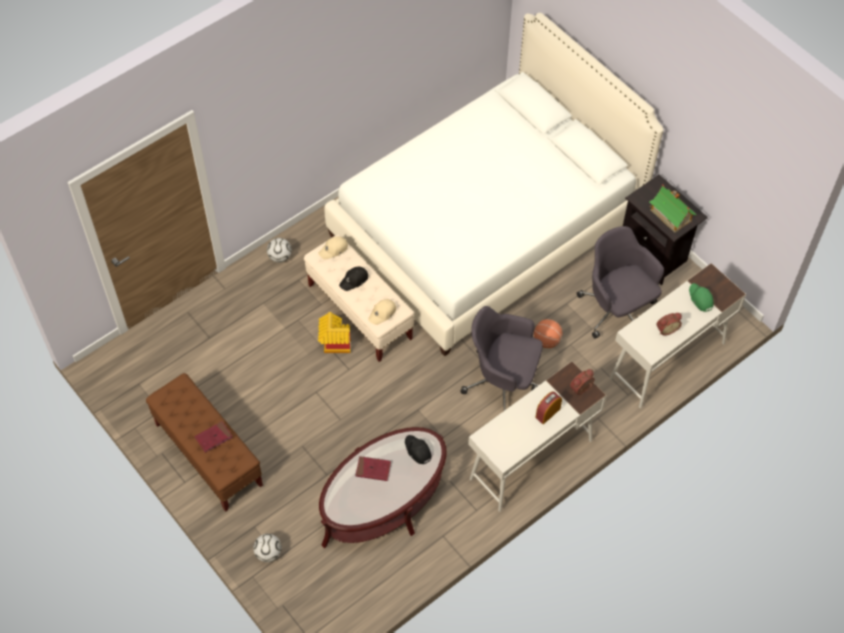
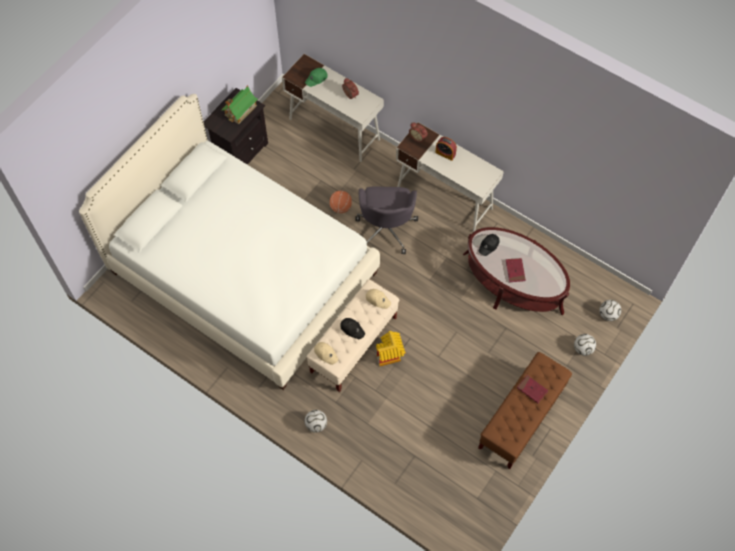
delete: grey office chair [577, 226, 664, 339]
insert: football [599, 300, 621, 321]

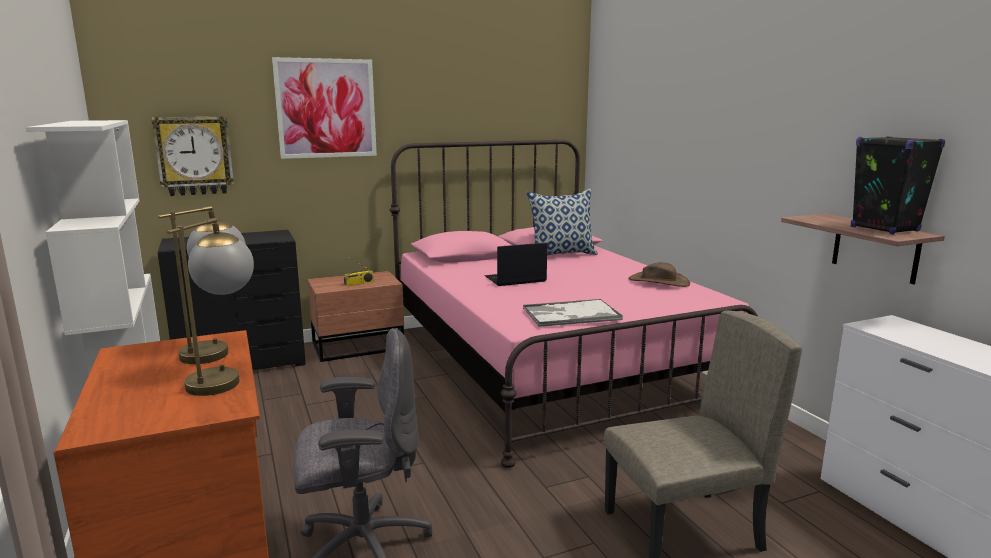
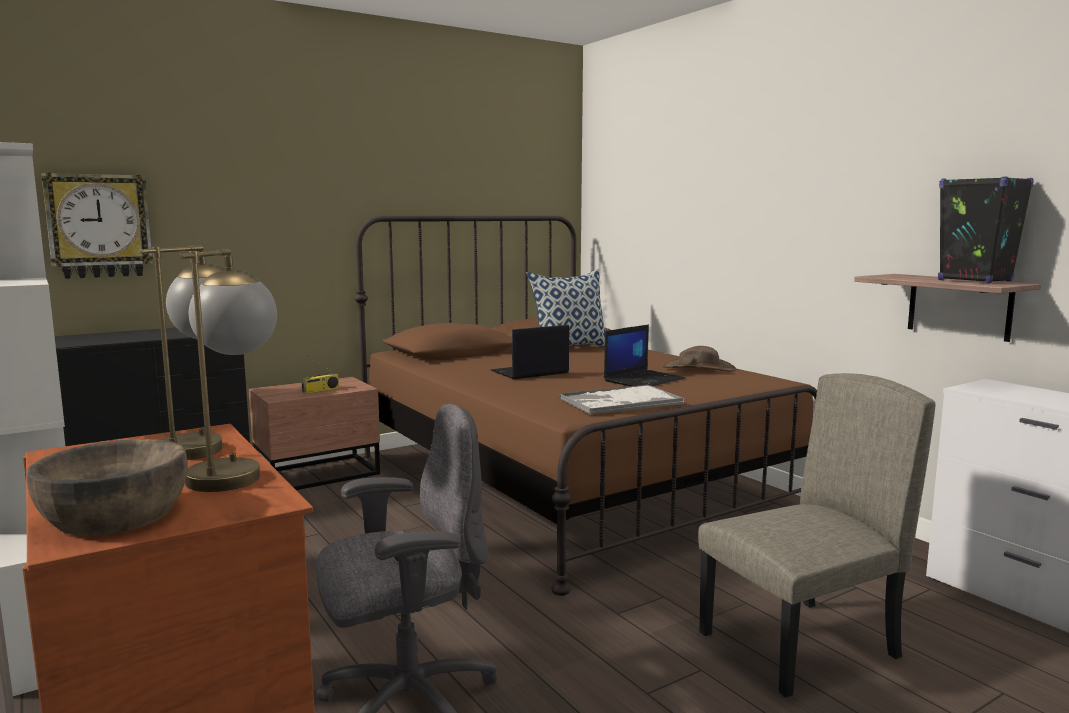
delete: picture [272, 57, 377, 159]
insert: brown bowl [27, 439, 187, 536]; laptop [604, 324, 685, 386]
recolor: pink bed [390, 140, 758, 468] to brown bed [354, 216, 817, 596]

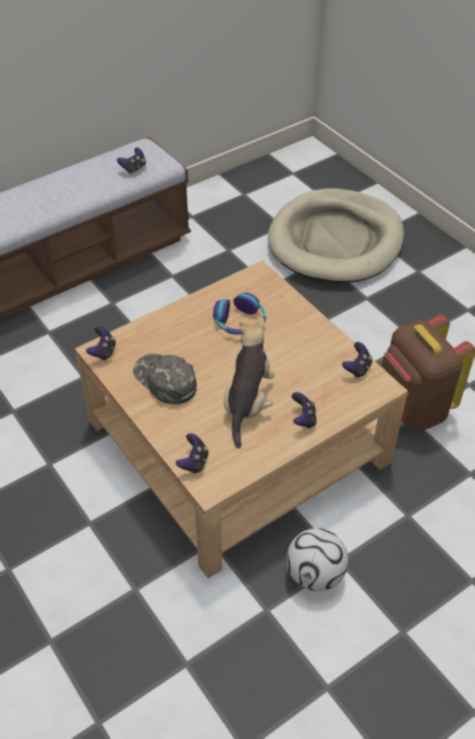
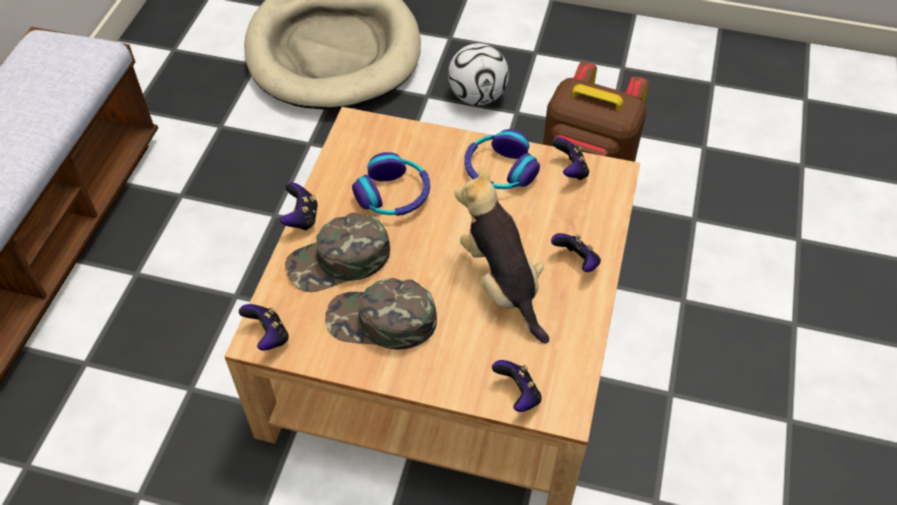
insert: green cap [285, 213, 390, 292]; headphones [464, 129, 540, 189]
move: game controller [117, 147, 146, 174] to [280, 183, 318, 231]; football [287, 528, 348, 591] to [448, 43, 509, 105]

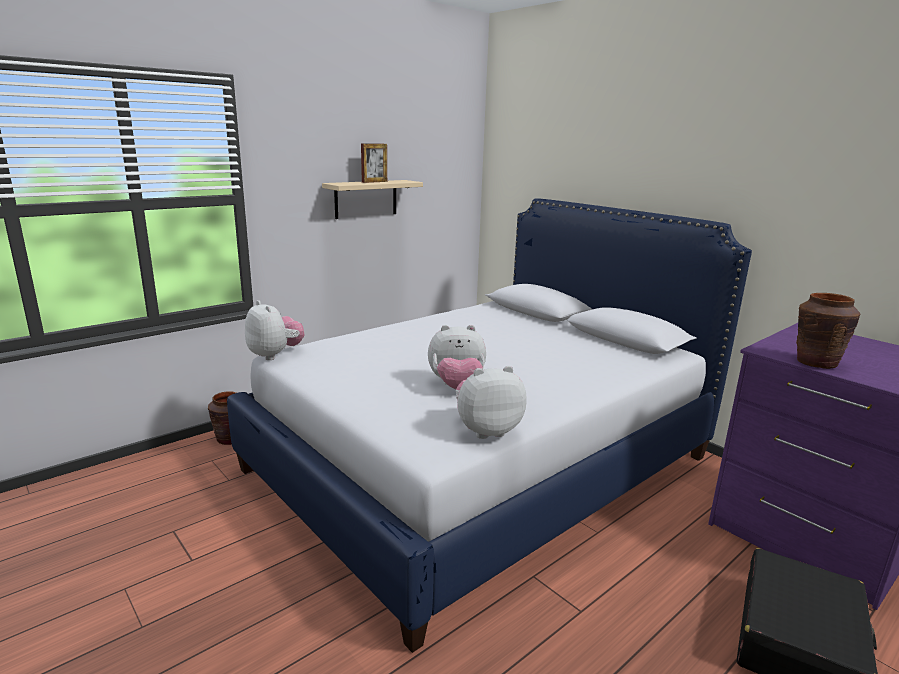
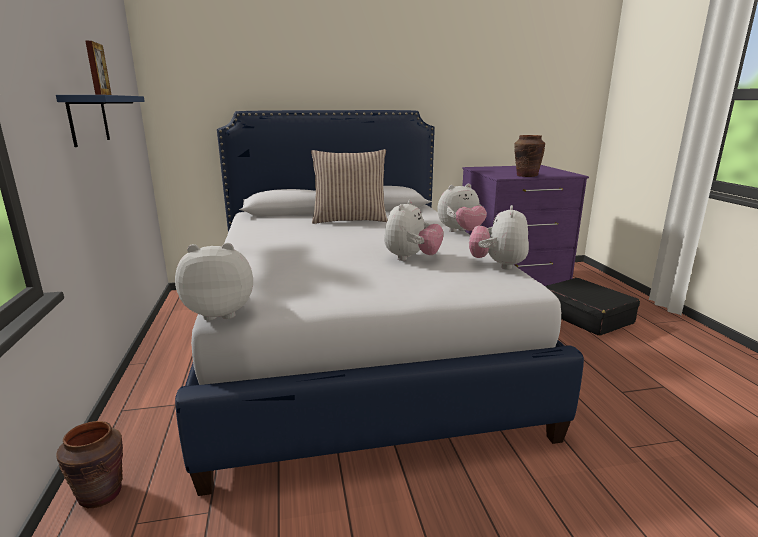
insert: pillow [311, 149, 387, 224]; plush toy [437, 184, 487, 232]
recolor: beige shelf [322, 180, 423, 219] to blue shelf [56, 95, 145, 147]

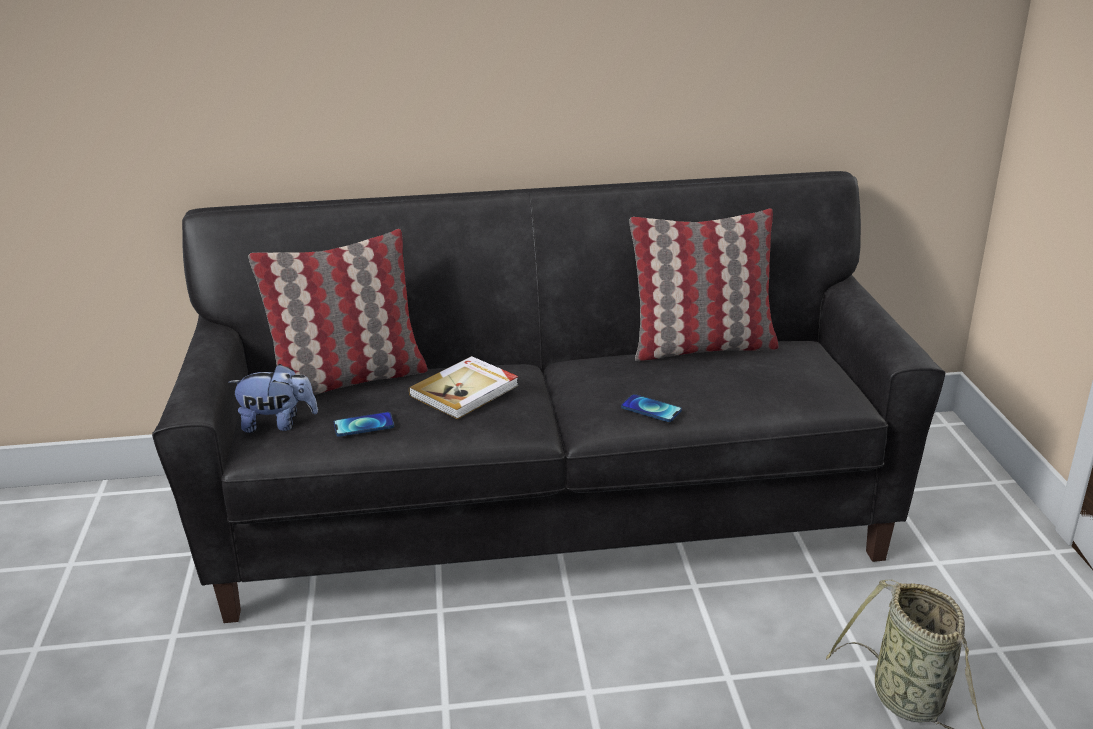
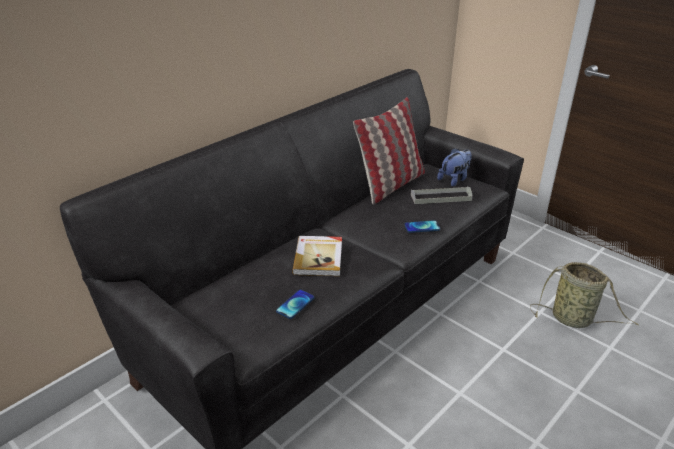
delete: pillow [249, 229, 428, 395]
insert: grey tray [411, 186, 473, 204]
move: plush toy [229, 364, 318, 433] to [437, 148, 472, 187]

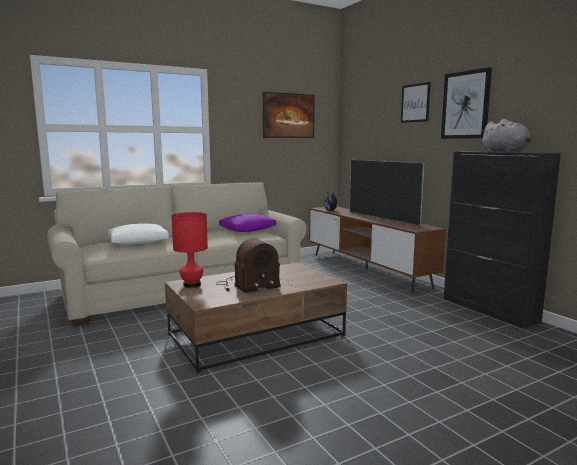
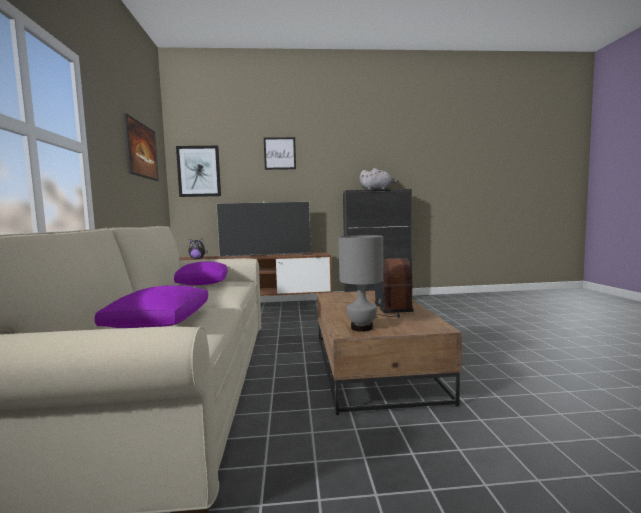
move: picture [441, 67, 492, 139] to [176, 146, 221, 197]
recolor: white pillow [108, 223, 169, 245] to purple pillow [95, 285, 208, 328]; red table lamp [171, 212, 208, 288] to grey table lamp [338, 235, 383, 332]

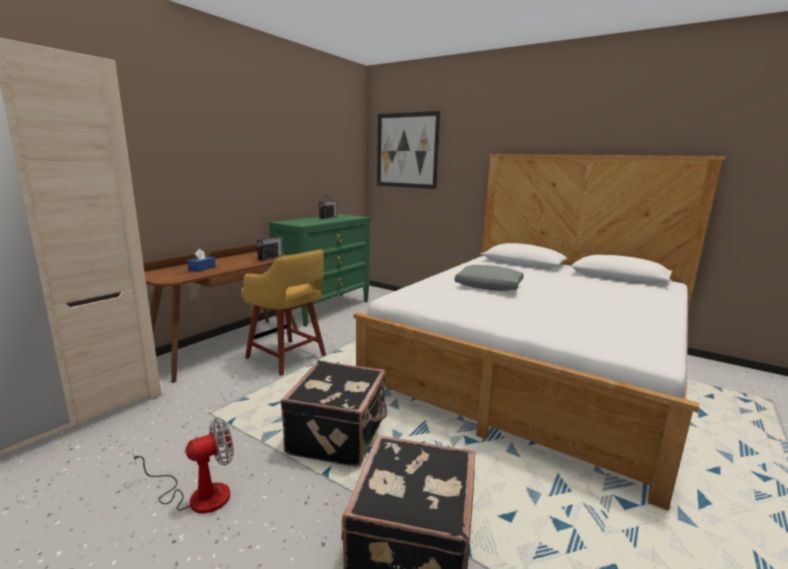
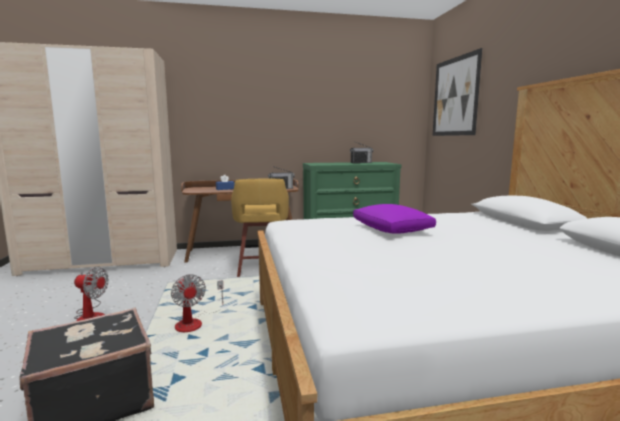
replace: black suitcase [280, 360, 387, 467] to fan [171, 274, 223, 332]
recolor: grey pillow [455, 265, 524, 291] to purple pillow [353, 204, 436, 234]

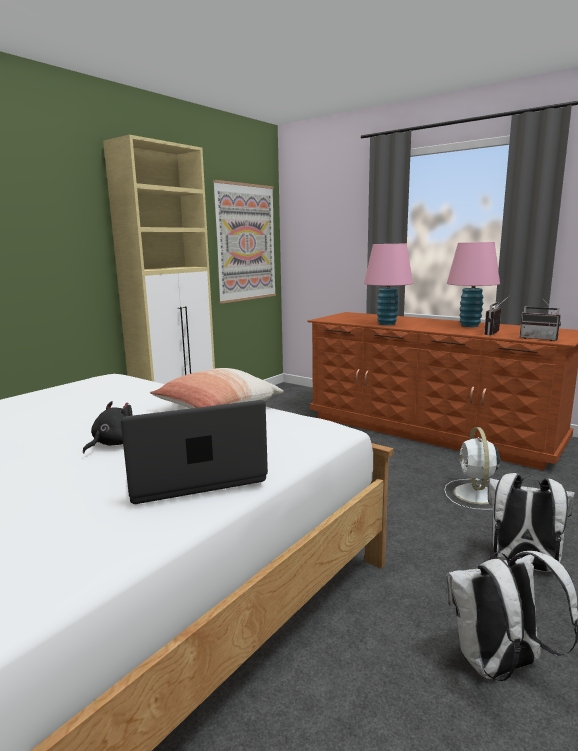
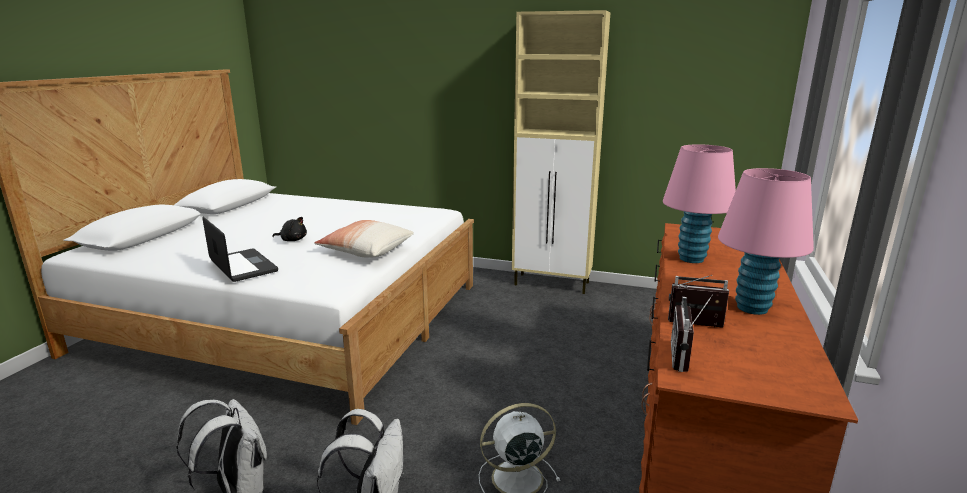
delete: picture [213, 180, 276, 304]

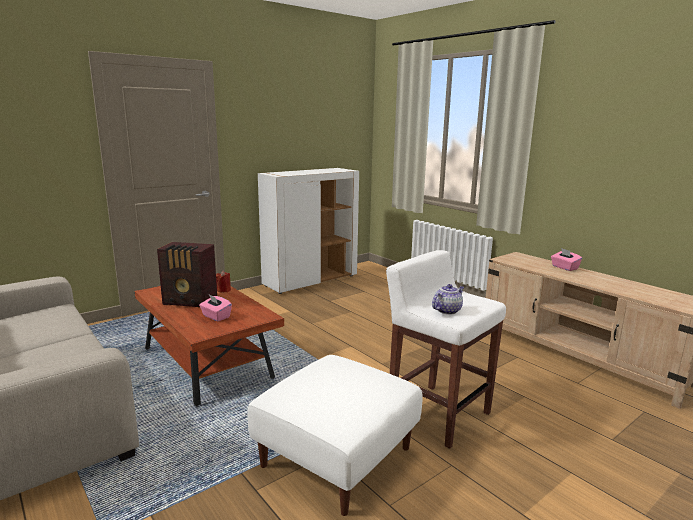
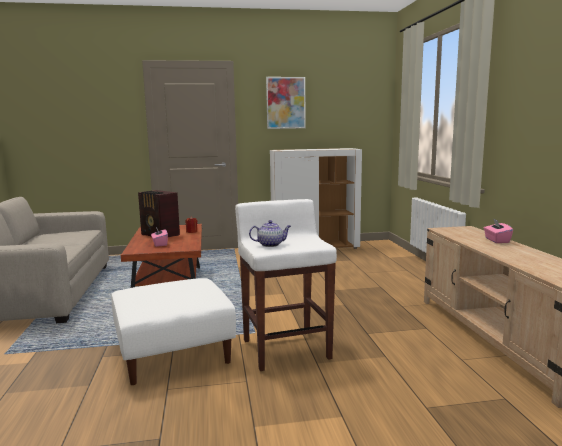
insert: picture [266, 77, 306, 129]

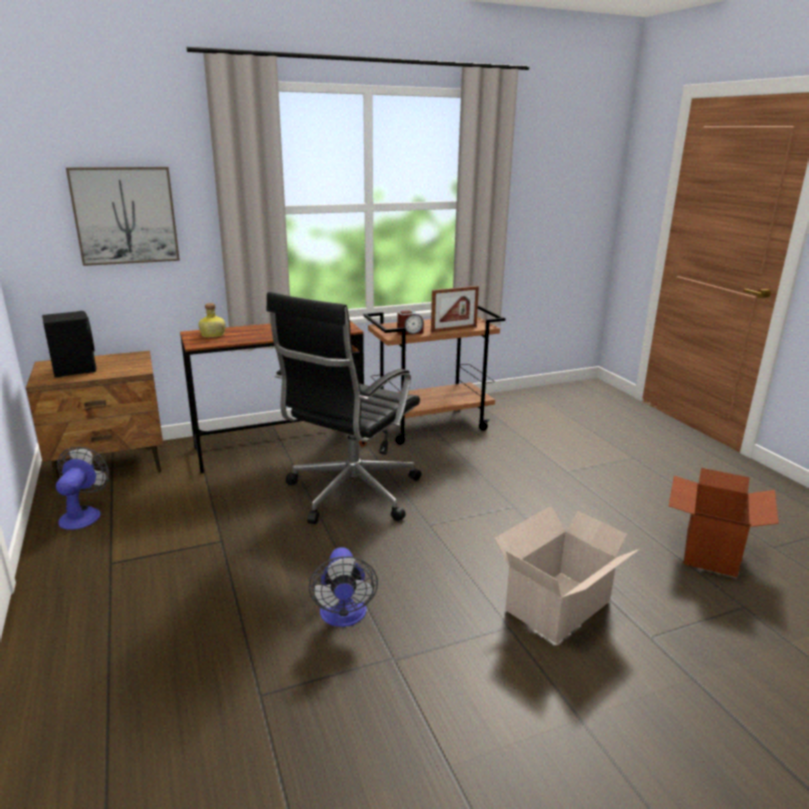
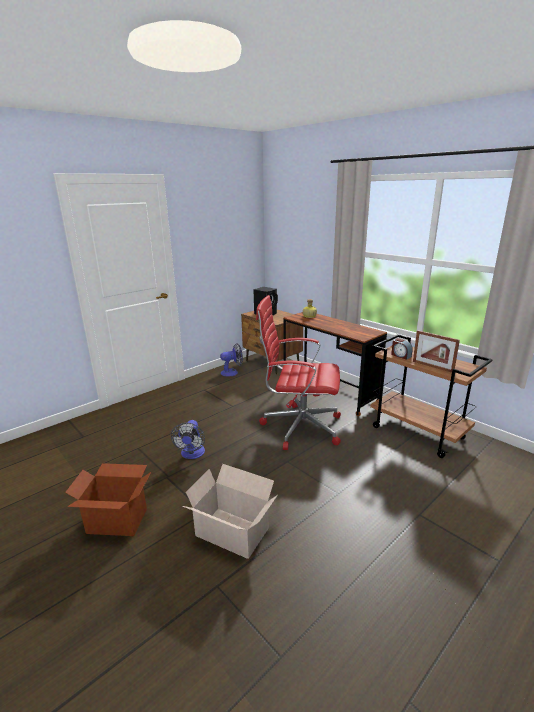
delete: picture [66, 167, 180, 266]
move: cardboard box [669, 468, 779, 577] to [65, 463, 151, 536]
recolor: black office chair [266, 292, 422, 524] to red office chair [256, 295, 341, 450]
rotate: fan [309, 547, 378, 627] = [171, 420, 205, 459] 60 degrees counterclockwise

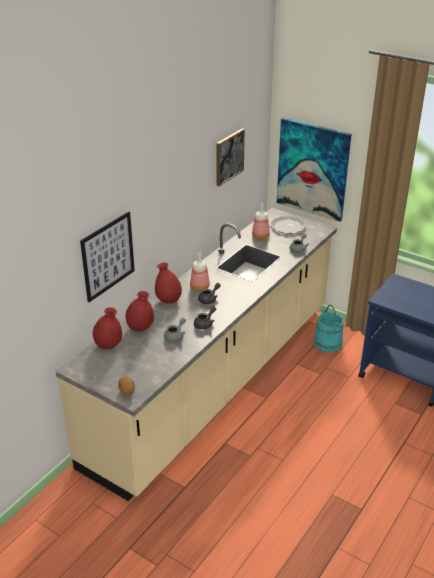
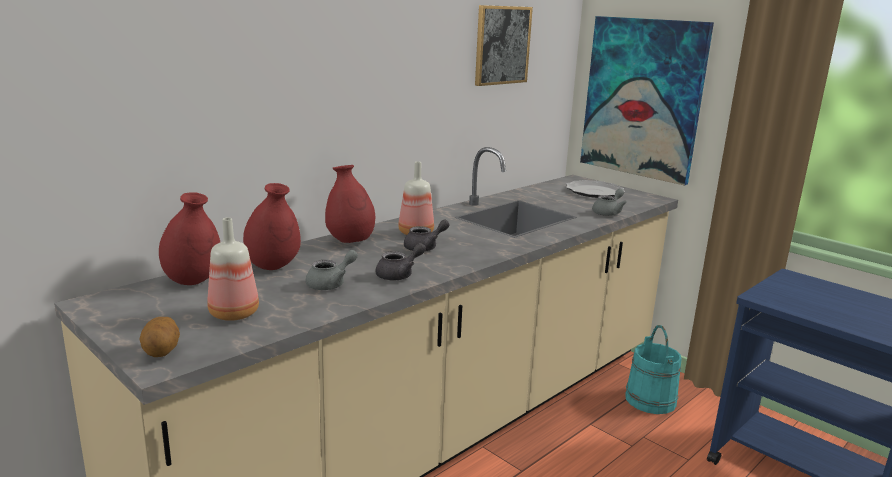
delete: picture [80, 211, 135, 302]
move: bottle [252, 204, 270, 239] to [207, 218, 259, 321]

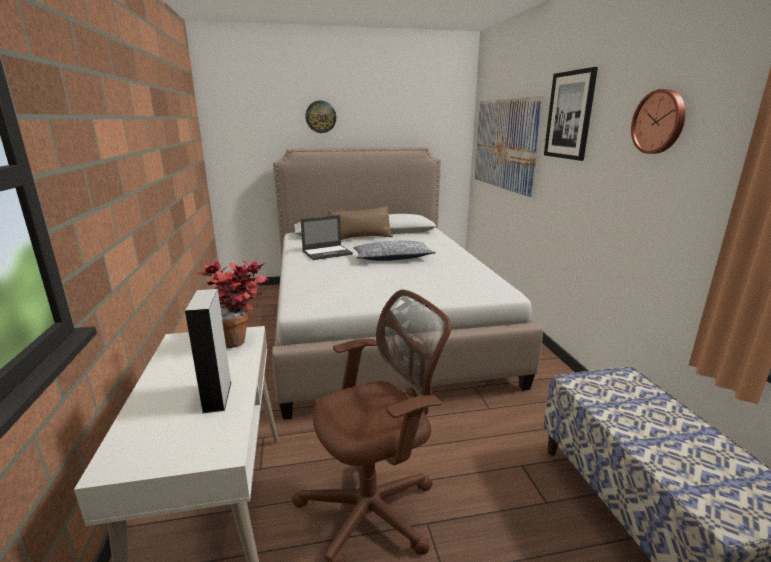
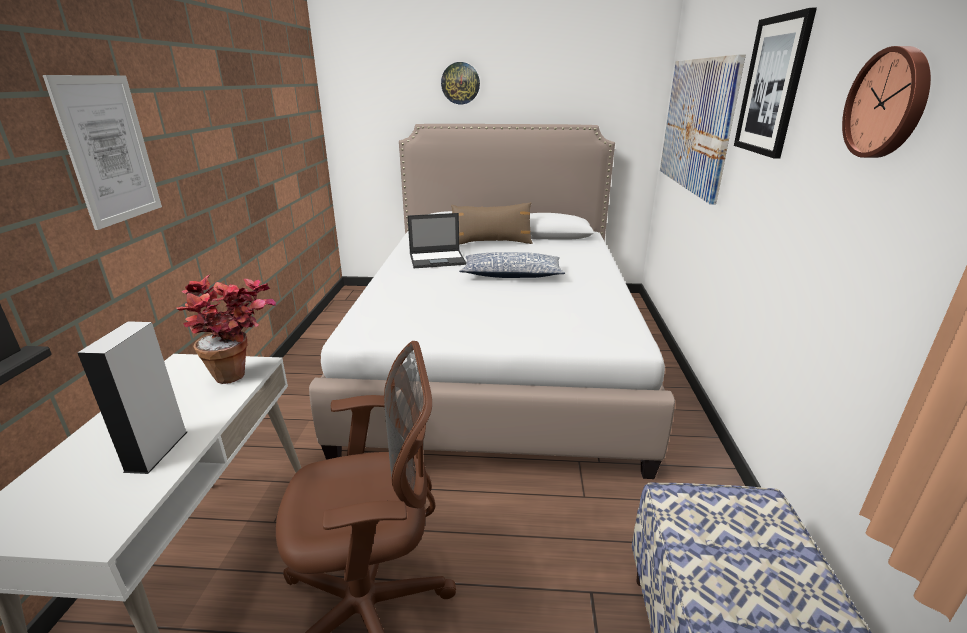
insert: picture [43, 75, 162, 230]

